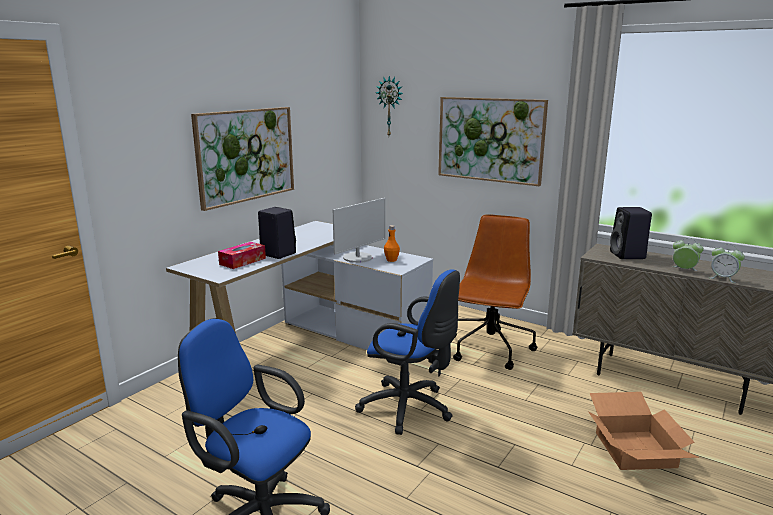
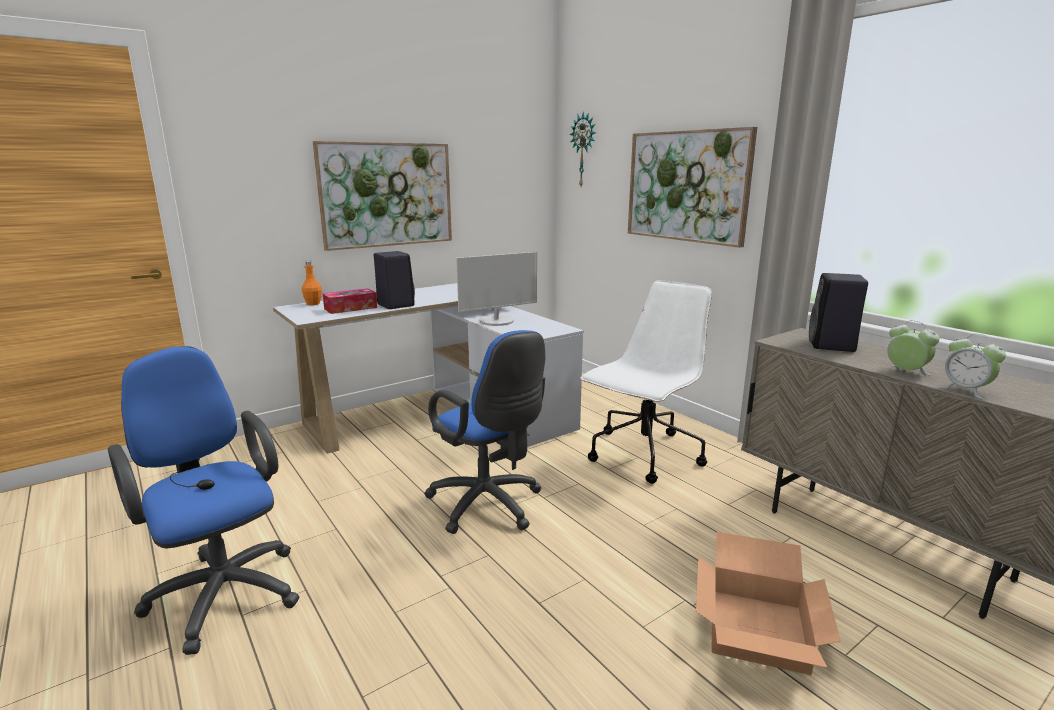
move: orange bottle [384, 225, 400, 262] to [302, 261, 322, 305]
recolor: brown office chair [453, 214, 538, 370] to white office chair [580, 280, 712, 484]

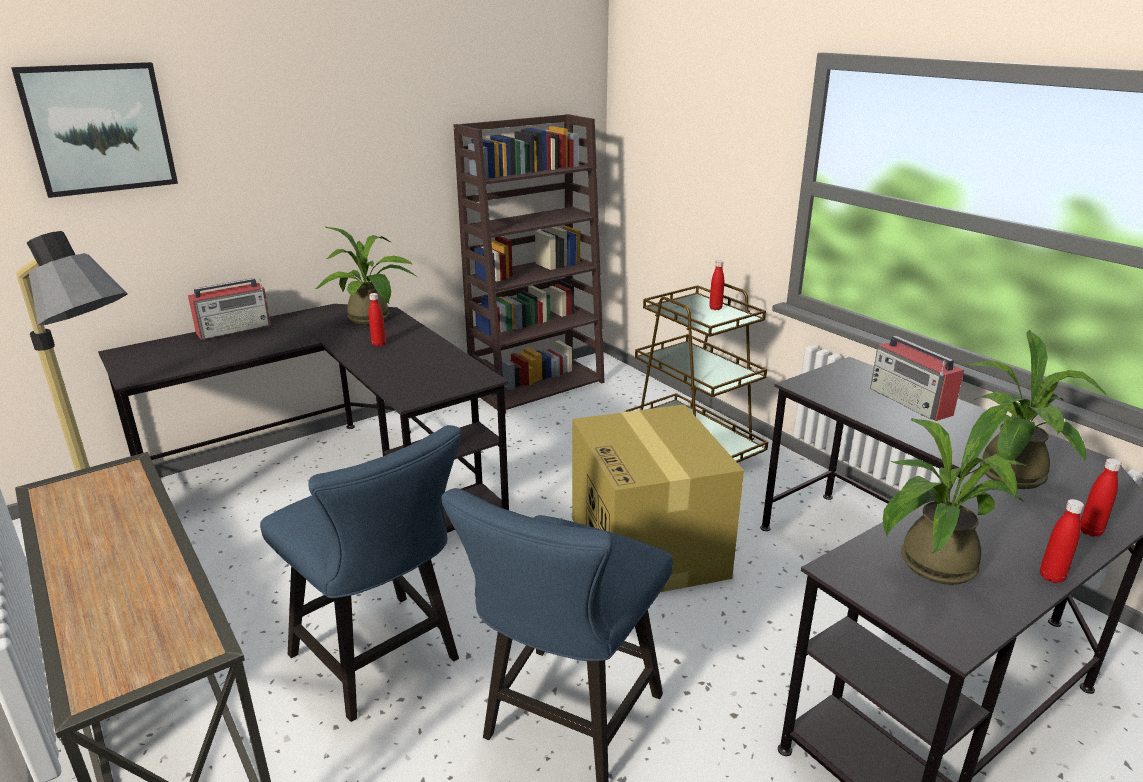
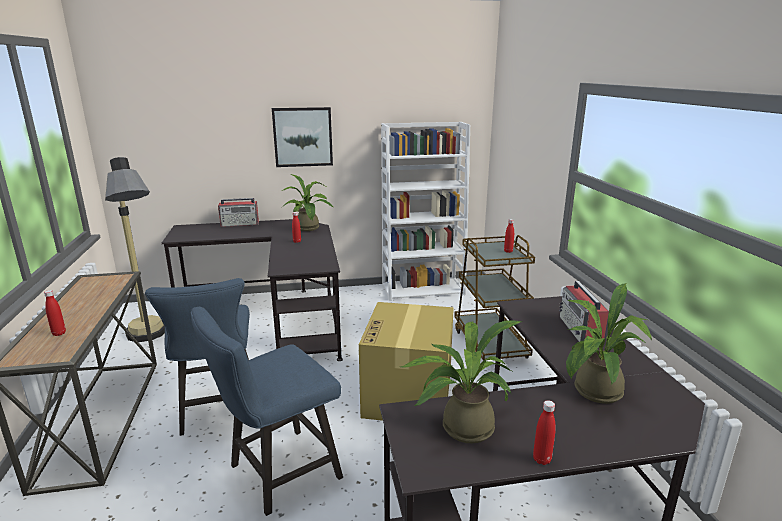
move: picture [11, 62, 178, 198] to [272, 107, 333, 167]; red bottle [1080, 458, 1122, 537] to [44, 290, 66, 336]
recolor: brown bookcase [454, 114, 605, 414] to white bookcase [381, 122, 470, 301]

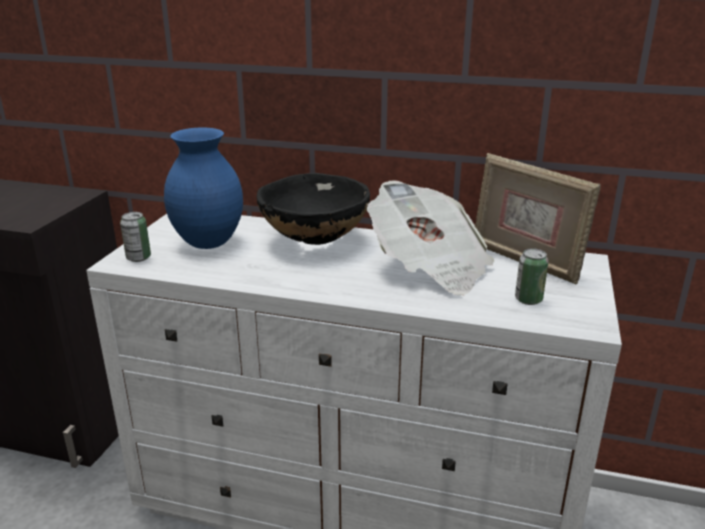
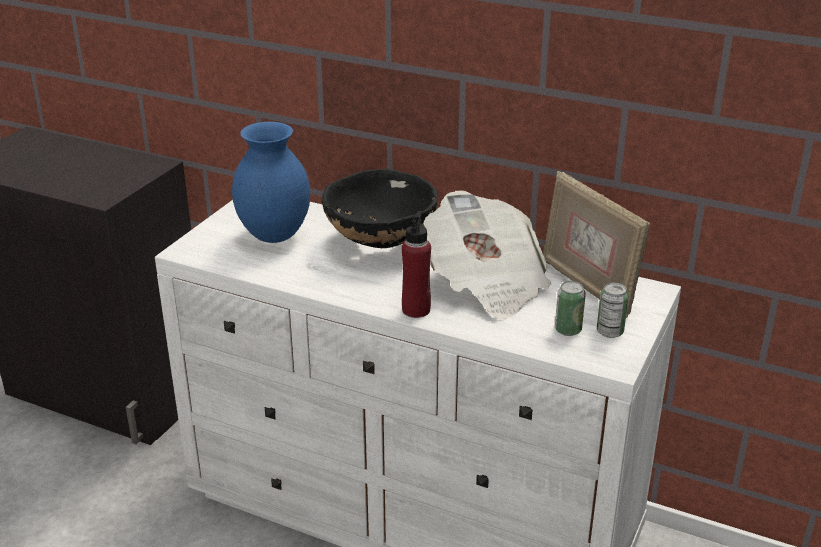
insert: red bottle [402, 211, 431, 318]
move: can [120, 212, 151, 262] to [597, 283, 629, 338]

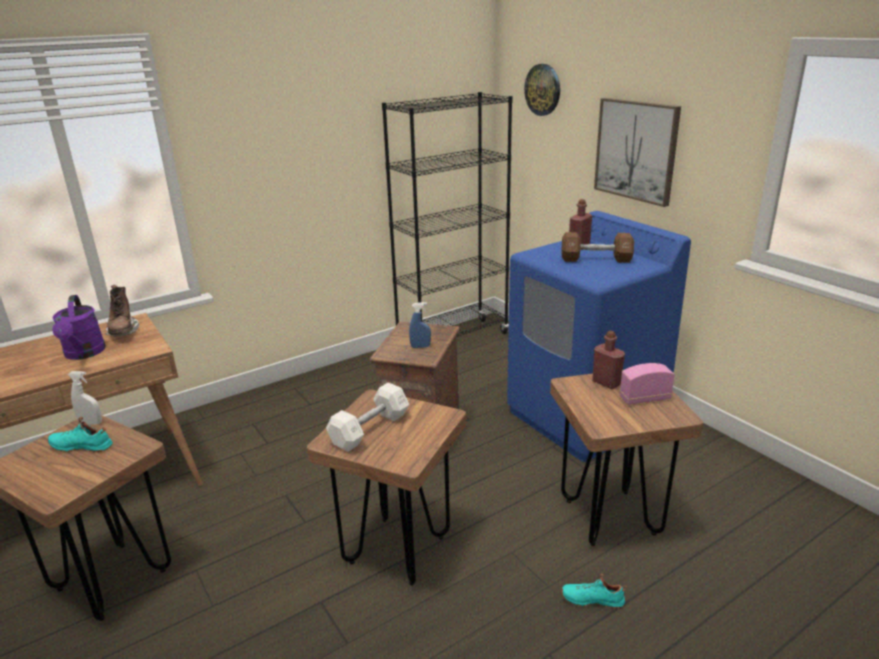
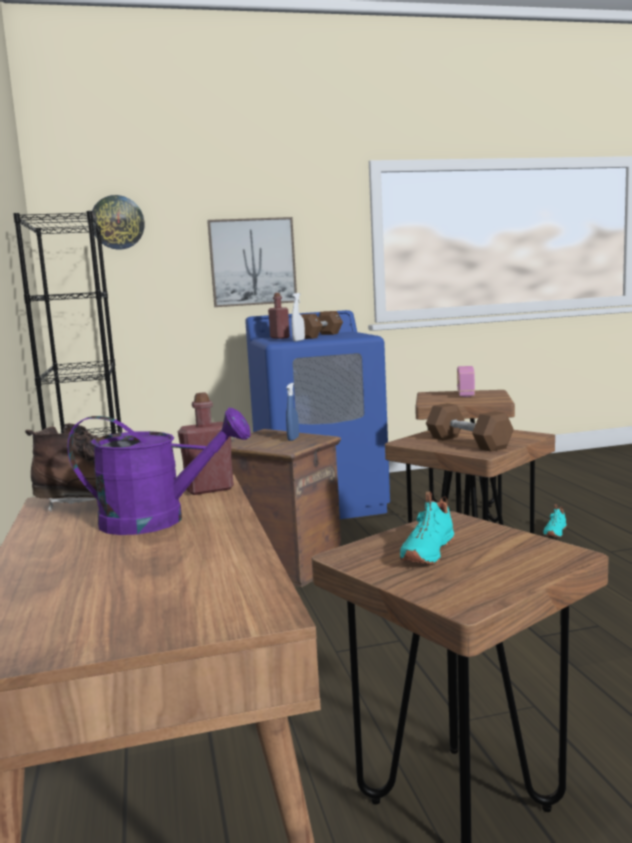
move: white spray bottle [68, 371, 102, 425] to [291, 293, 305, 341]; red bottle [592, 331, 625, 389] to [178, 393, 234, 495]
recolor: white dumbbell [326, 383, 409, 452] to brown dumbbell [426, 403, 514, 452]

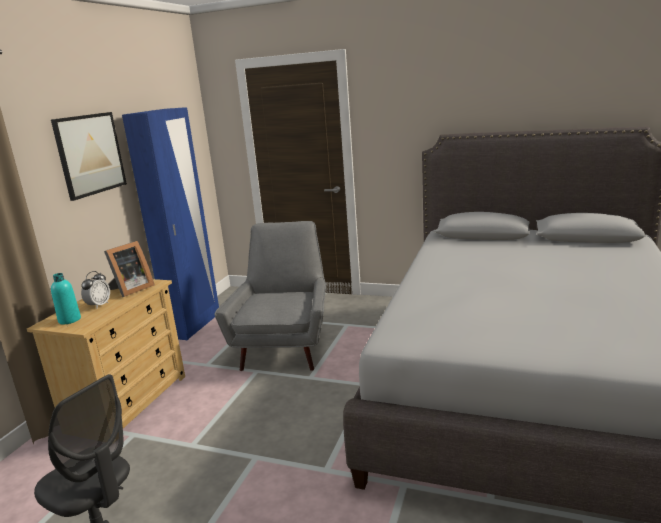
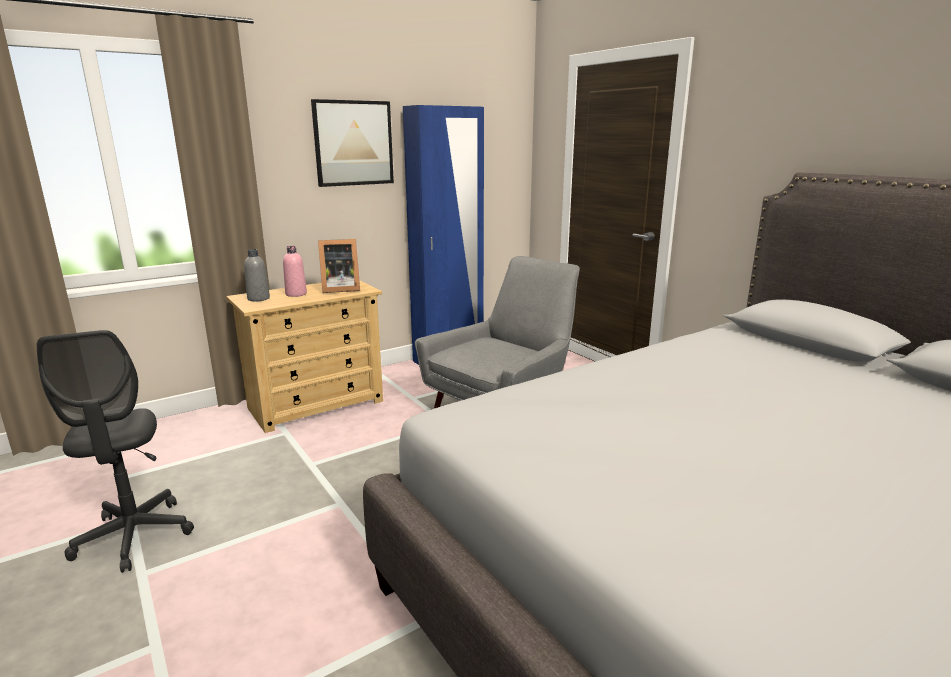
replace: alarm clock [81, 271, 110, 309] to pink bottle [283, 246, 307, 297]
recolor: turquoise bottle [51, 273, 81, 324] to grey bottle [244, 249, 270, 301]

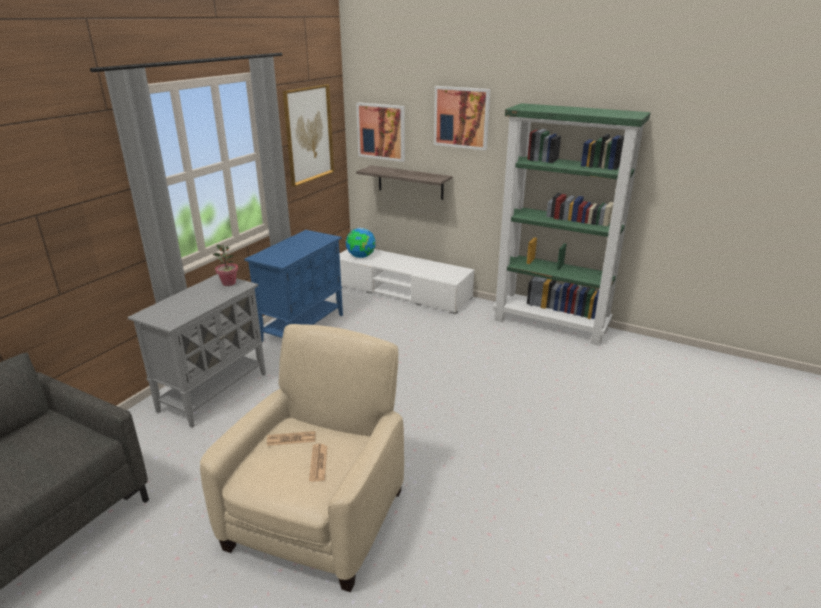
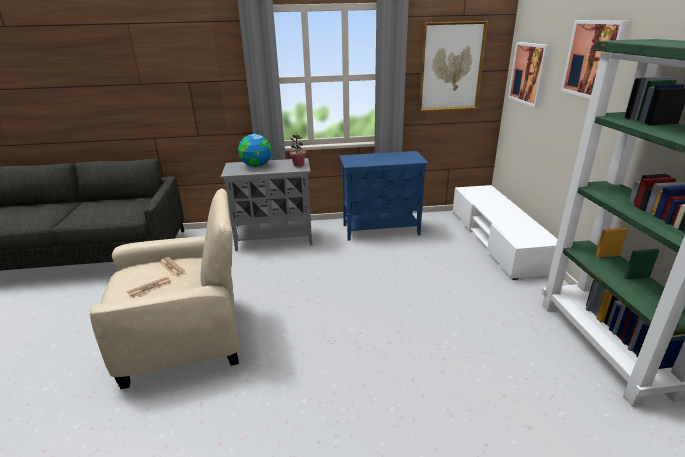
delete: shelf [356, 165, 452, 200]
move: globe [346, 228, 376, 258] to [238, 134, 272, 167]

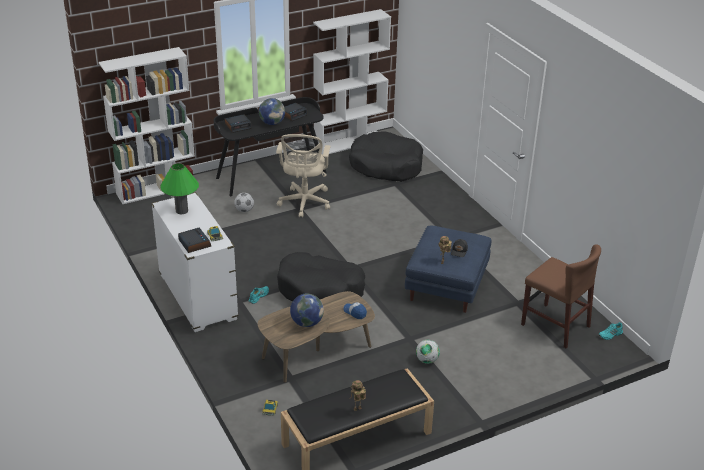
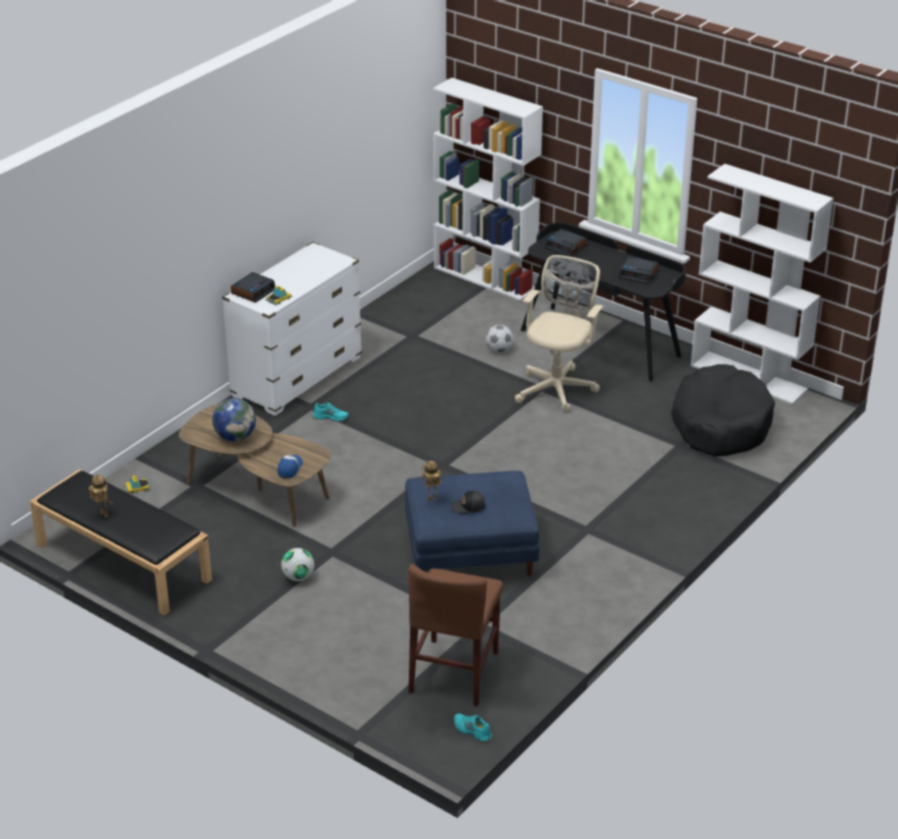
delete: green table lamp [160, 163, 199, 214]; globe [259, 98, 285, 125]; black dog bed [277, 252, 365, 302]
rotate: beige office chair [276, 134, 330, 218] = [515, 255, 604, 412] 135 degrees clockwise

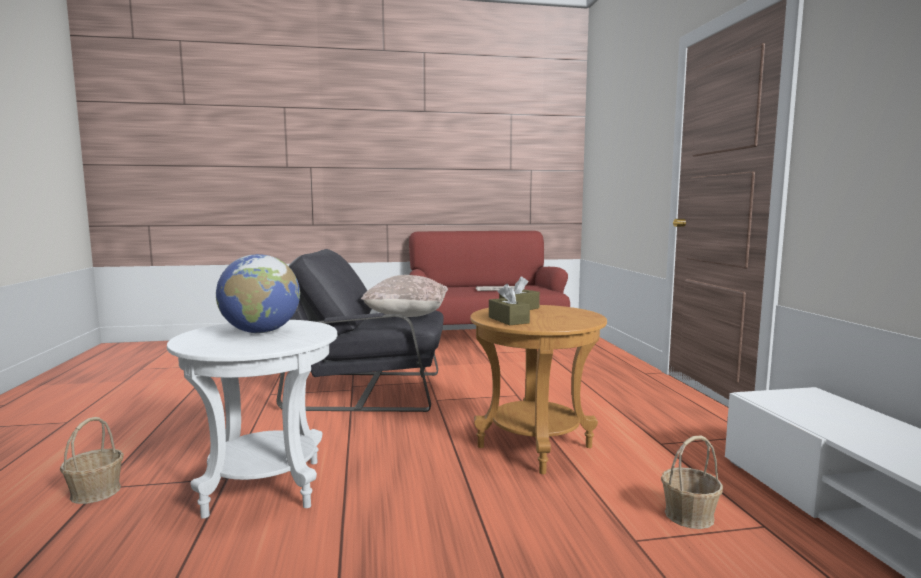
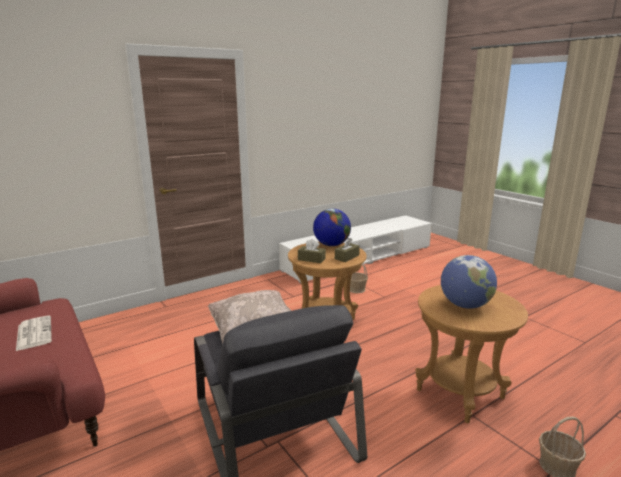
insert: globe [313, 208, 351, 246]
recolor: white side table [167, 320, 337, 519] to brown side table [415, 285, 528, 423]

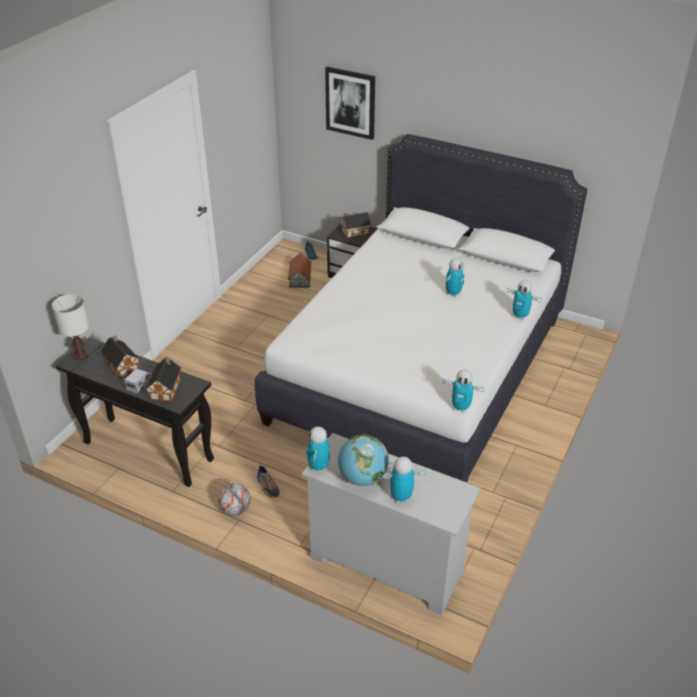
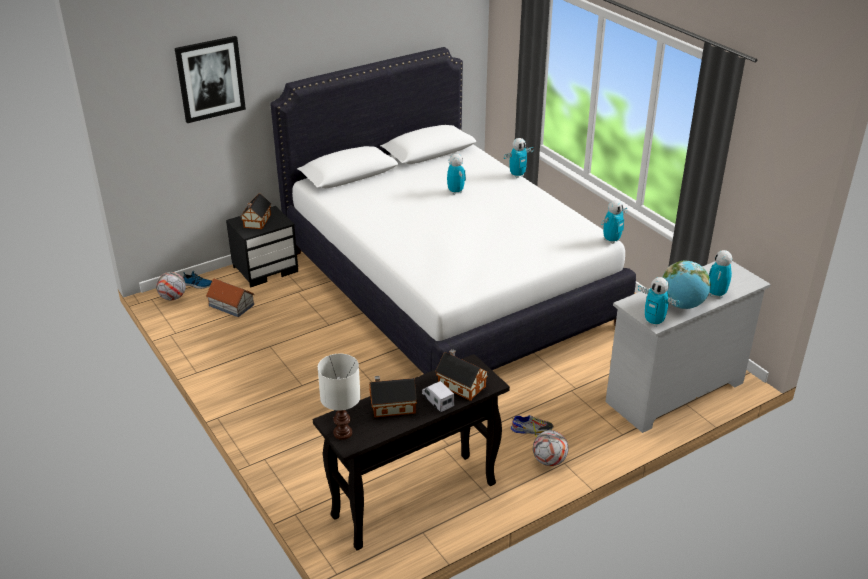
insert: football [156, 272, 186, 300]

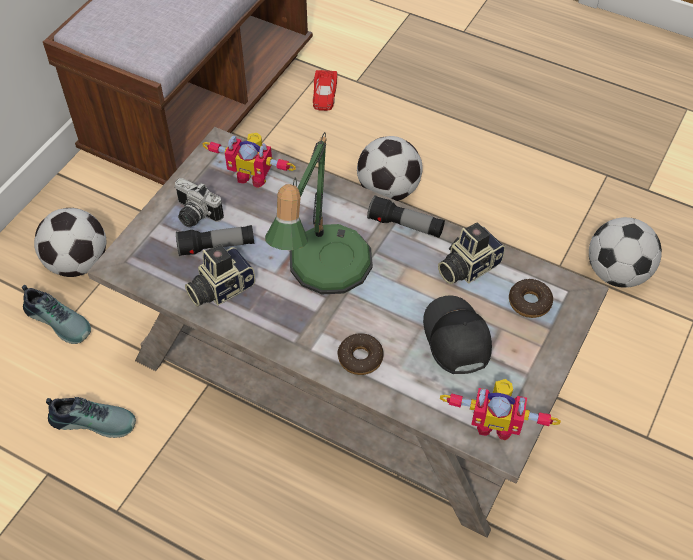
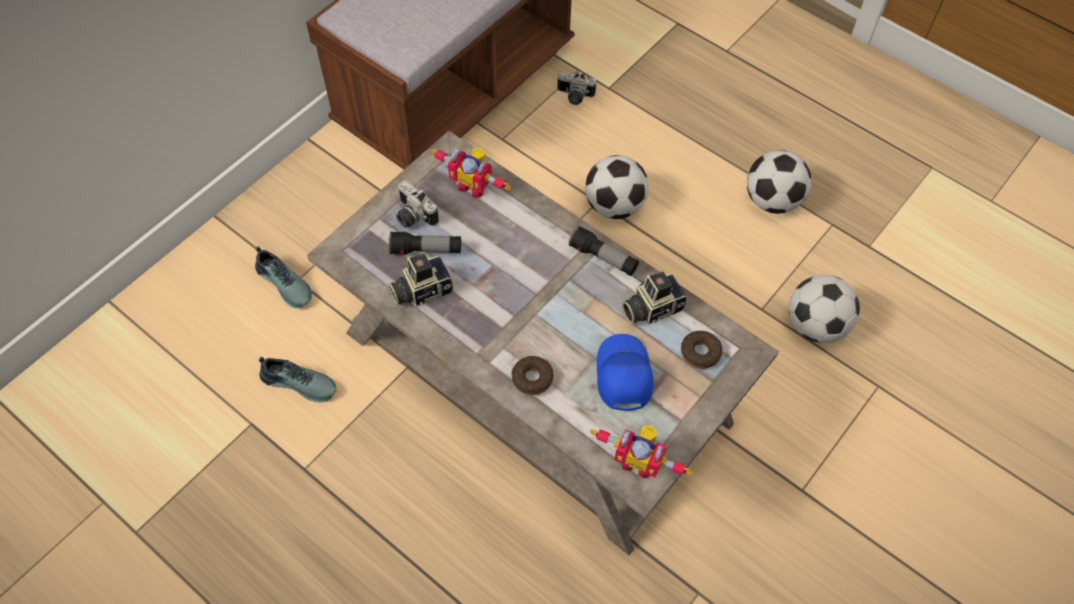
delete: table lamp [265, 132, 373, 294]
move: football [34, 208, 106, 277] to [747, 150, 811, 214]
replace: red toy car [313, 70, 337, 111] to photo camera [558, 71, 596, 105]
recolor: black cap [423, 295, 492, 374] to blue cap [597, 334, 654, 411]

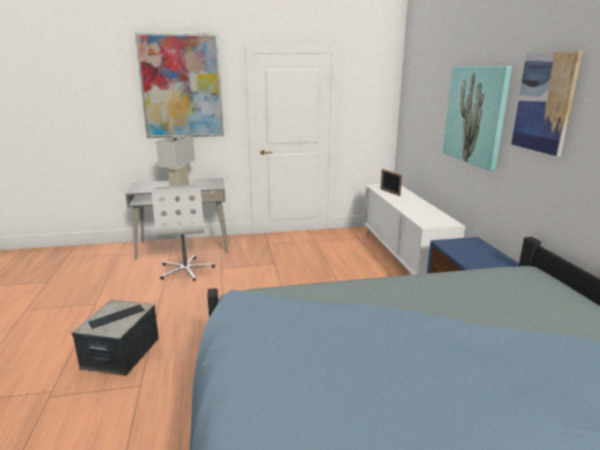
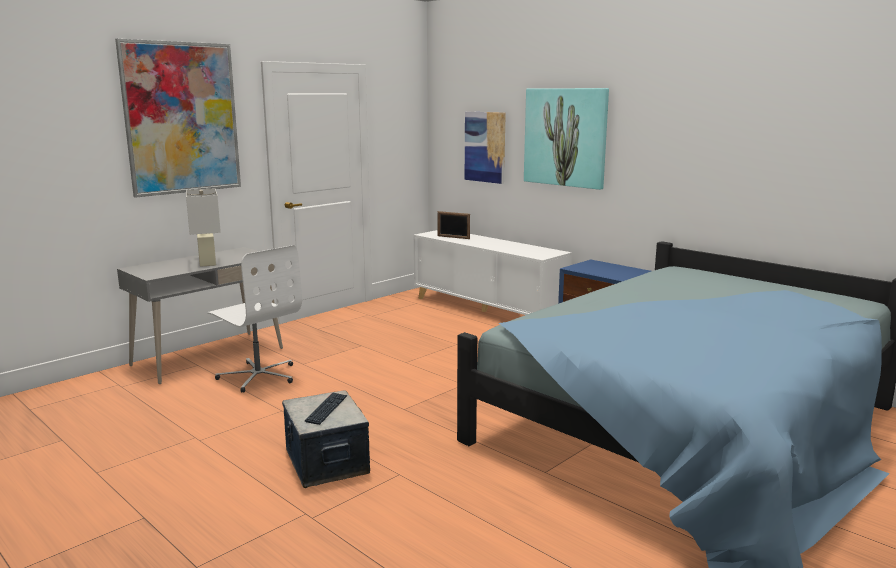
move: picture [511, 51, 583, 157] to [465, 112, 506, 184]

